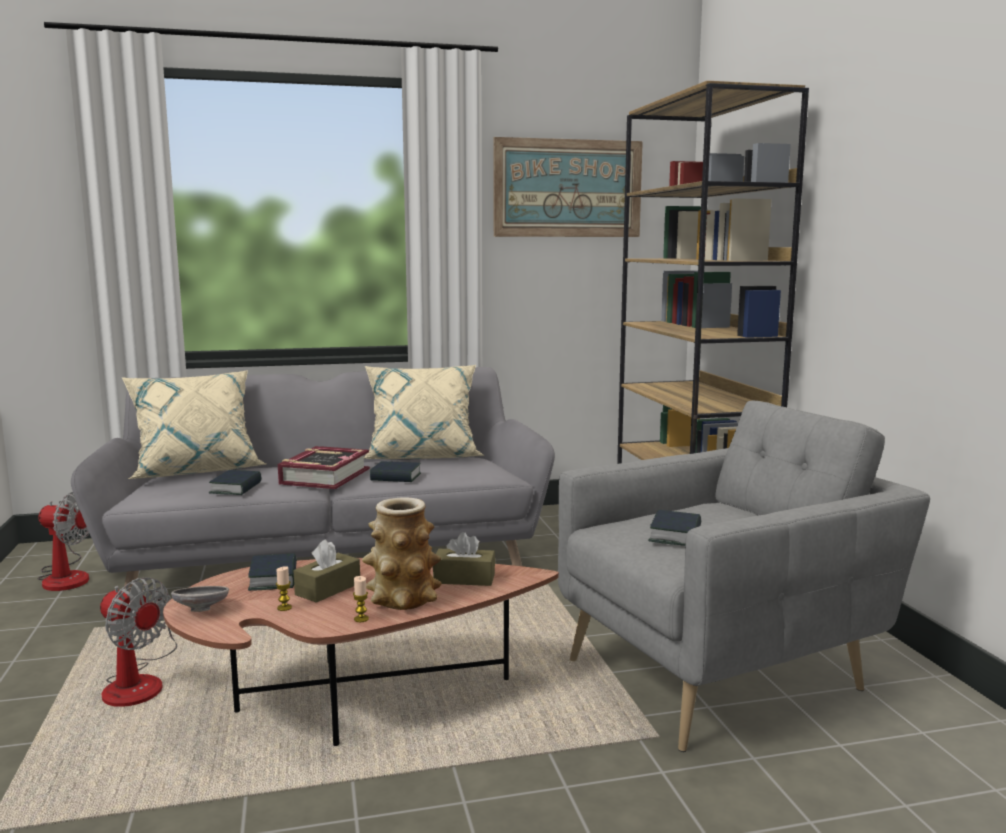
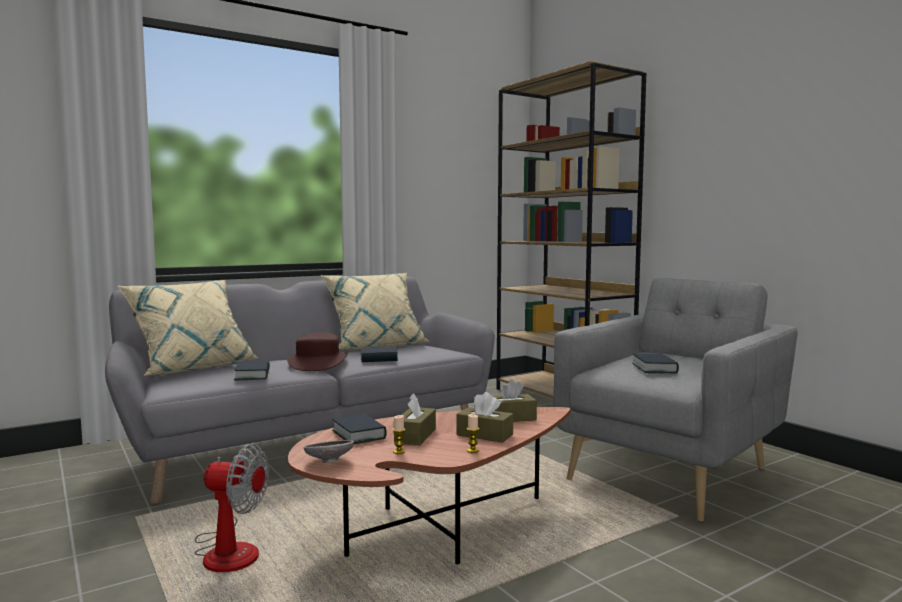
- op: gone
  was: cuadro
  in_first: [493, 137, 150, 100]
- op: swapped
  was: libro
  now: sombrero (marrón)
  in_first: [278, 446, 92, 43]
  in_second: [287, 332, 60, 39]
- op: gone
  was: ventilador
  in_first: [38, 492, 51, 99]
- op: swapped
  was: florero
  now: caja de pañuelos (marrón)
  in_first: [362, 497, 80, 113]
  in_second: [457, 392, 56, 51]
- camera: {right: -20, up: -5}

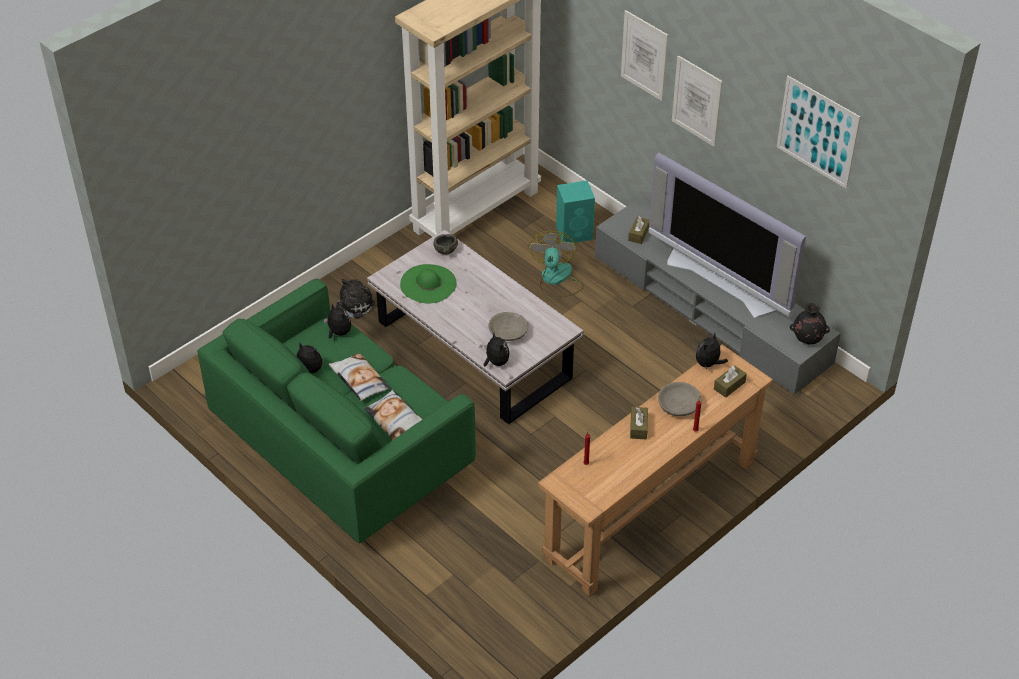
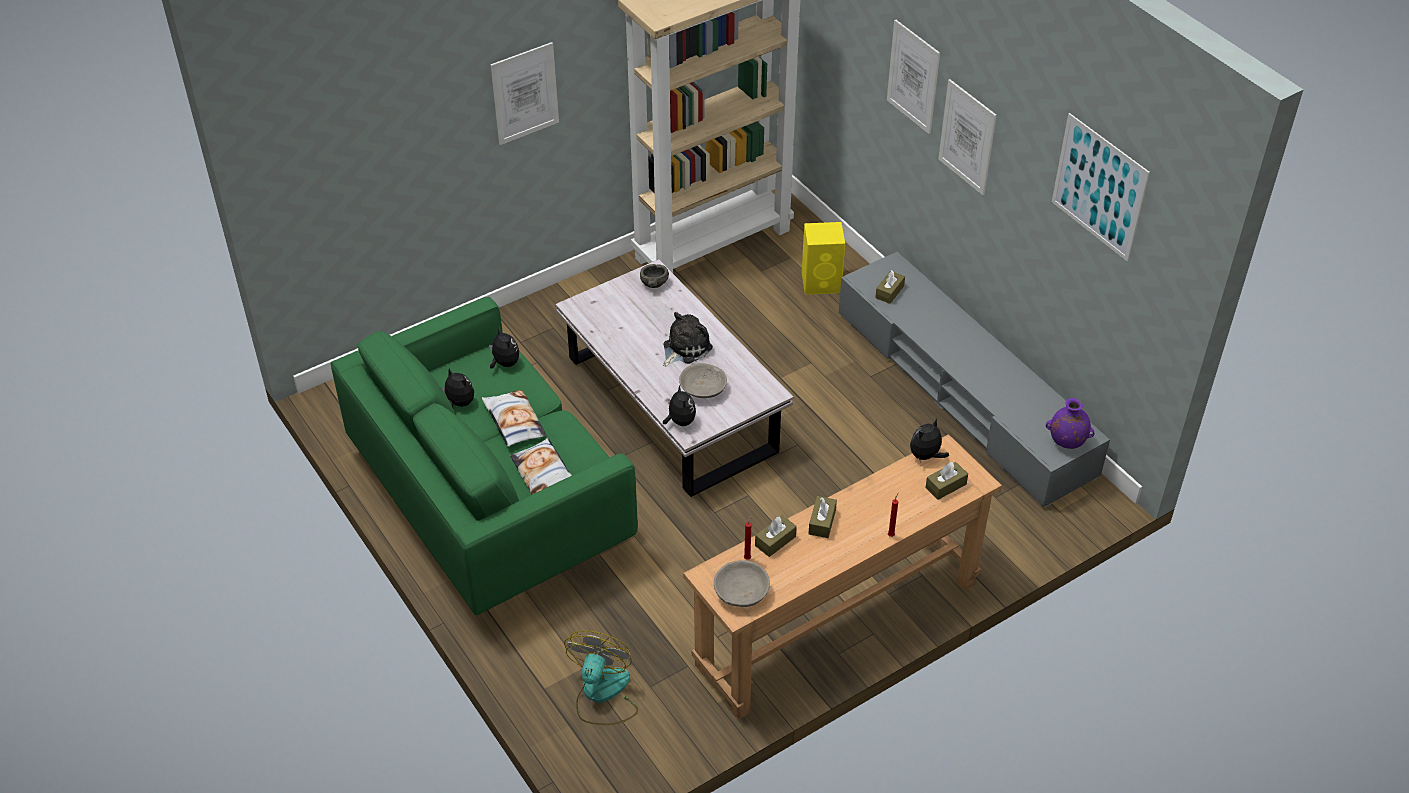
- op: gone
  was: televisor
  in_first: [649, 153, 157, 165]
- op: repainted
  was: altavoz (turquesa)
  now: altavoz (amarillo)
  in_first: [556, 180, 39, 63]
  in_second: [802, 222, 43, 73]
- op: shifted
  was: ventilador
  in_first: [528, 231, 56, 66]
  in_second: [564, 631, 74, 94]
- op: gone
  was: sombrero (verde)
  in_first: [400, 264, 57, 39]
- op: shifted
  was: peluche
  in_first: [336, 279, 39, 39]
  in_second: [663, 312, 50, 55]
- op: repainted
  was: florero (negro)
  now: florero (morado)
  in_first: [790, 303, 40, 41]
  in_second: [1046, 398, 48, 51]
- op: shifted
  was: cuenco (gris)
  in_first: [658, 382, 44, 34]
  in_second: [714, 560, 56, 47]
- op: new
  now: cuadro
  in_second: [491, 42, 68, 103]
- op: new
  now: caja de pañuelos (marrón)
  in_second: [755, 515, 42, 42]
- camera: {right: 10, up: 0}

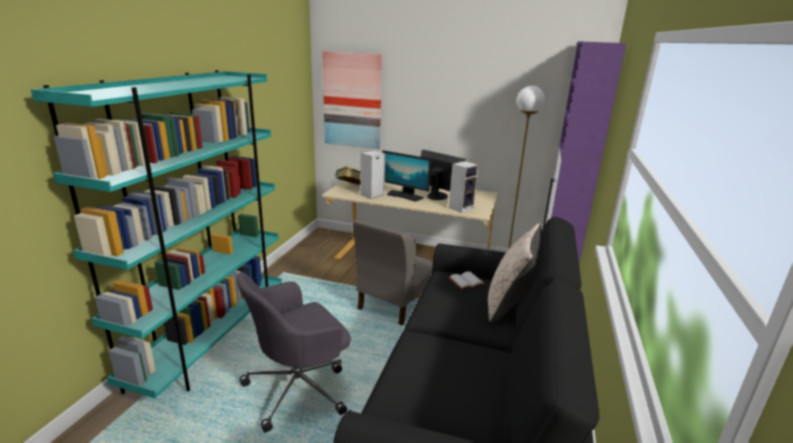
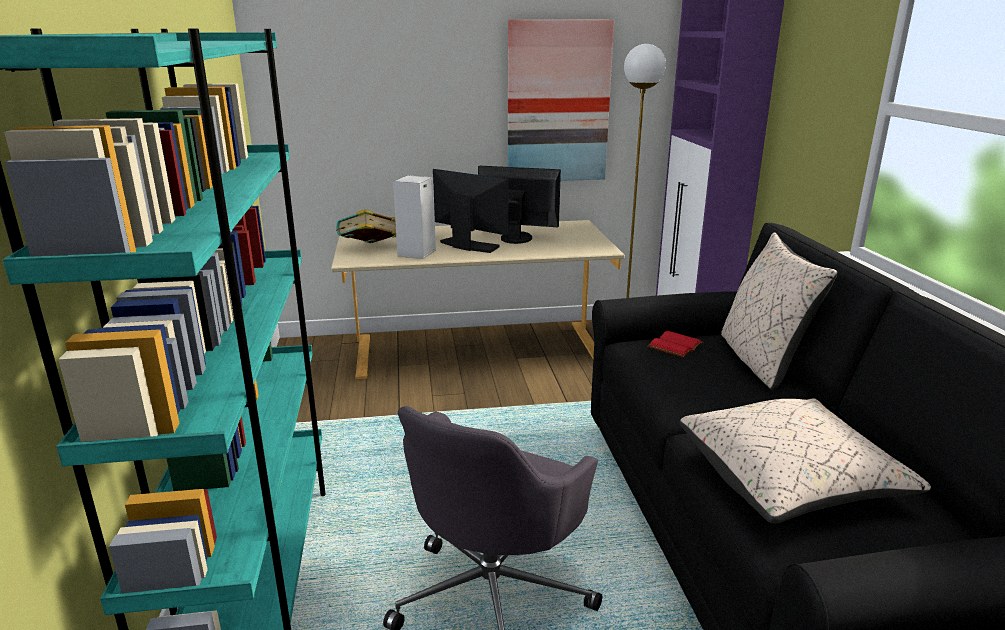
- op: shifted
  was: cuadro
  in_first: [322, 51, 60, 98]
  in_second: [508, 19, 106, 162]
- op: rotated
  was: monitor
  in_first: [382, 150, 49, 52]
  in_second: [433, 169, 75, 84]
  clockwise: -150
- op: gone
  was: altavoz
  in_first: [449, 161, 30, 52]
- op: gone
  was: silla (gris)
  in_first: [353, 219, 80, 106]
- op: repainted
  was: libro (blanco)
  now: libro (rojo)
  in_first: [448, 271, 37, 19]
  in_second: [648, 331, 55, 27]
- op: new
  now: cojín (beis)
  in_second: [680, 398, 251, 126]
- camera: {right: -25, up: 0}

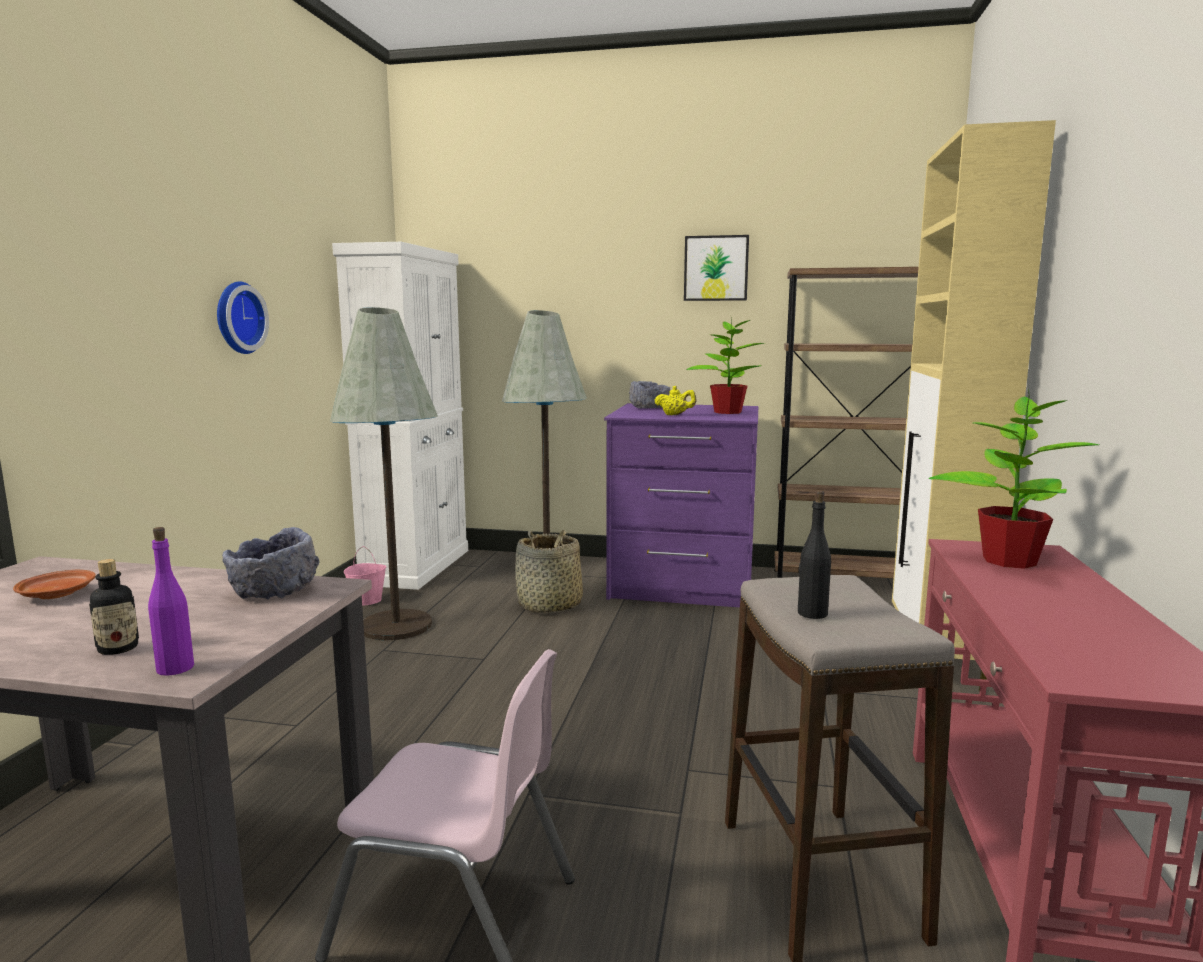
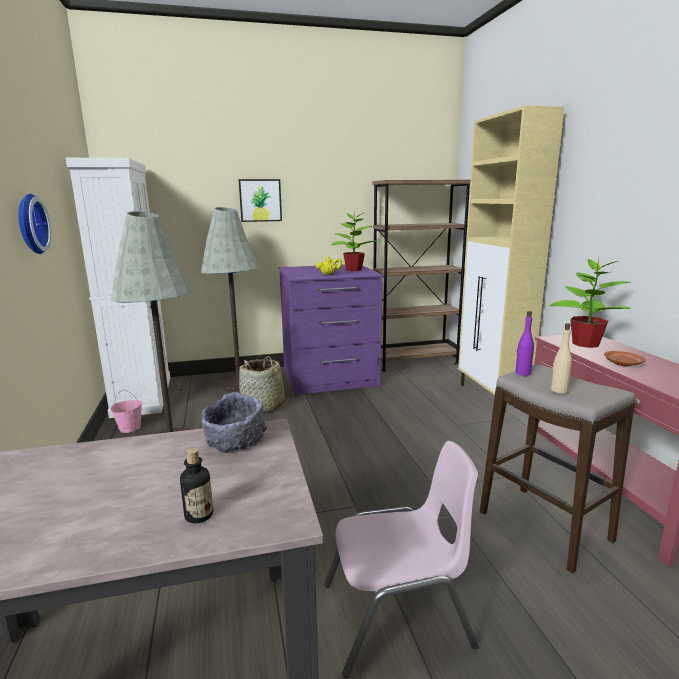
- op: shifted
  was: cuadro
  in_first: [684, 235, 65, 66]
  in_second: [239, 179, 43, 43]
- op: gone
  was: cuenco (gris)
  in_first: [629, 381, 41, 27]
- op: repainted
  was: botella (negro)
  now: botella (beis)
  in_first: [798, 490, 33, 129]
  in_second: [551, 323, 21, 70]
- op: shifted
  was: botella (morado)
  in_first: [148, 527, 46, 149]
  in_second: [515, 311, 19, 65]
- op: shifted
  was: plato (marrón)
  in_first: [13, 570, 83, 29]
  in_second: [604, 351, 42, 15]
- camera: {right: -25, up: 5}

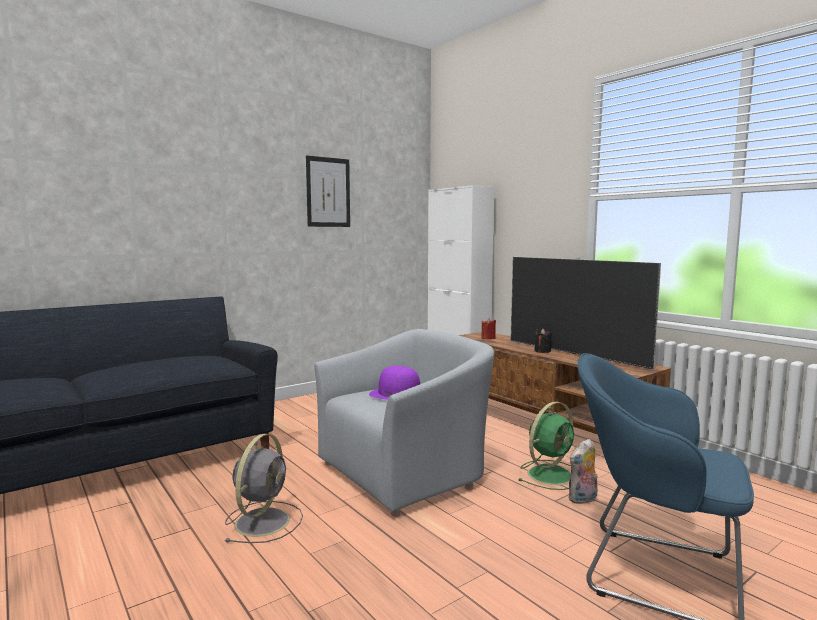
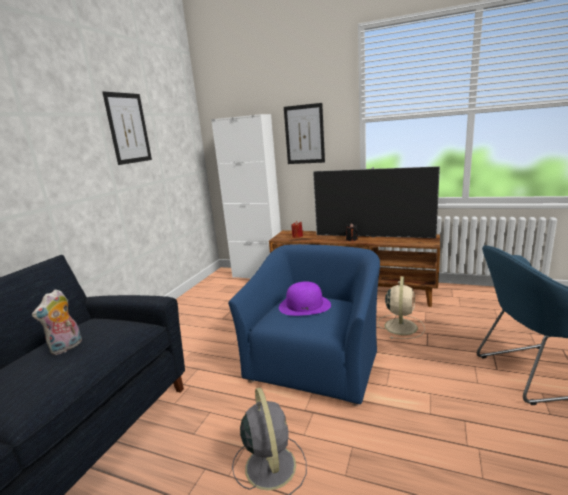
- op: repainted
  was: sillón (gris)
  now: sillón (azul)
  in_first: [314, 329, 180, 188]
  in_second: [228, 244, 152, 163]
- op: repainted
  was: ventilador (verde)
  now: ventilador (beis)
  in_first: [518, 402, 56, 88]
  in_second: [378, 276, 47, 63]
- op: shifted
  was: peluche
  in_first: [569, 439, 29, 66]
  in_second: [32, 289, 50, 66]
- op: new
  now: cuadro
  in_second: [284, 103, 41, 61]
- camera: {right: -30, up: 10}

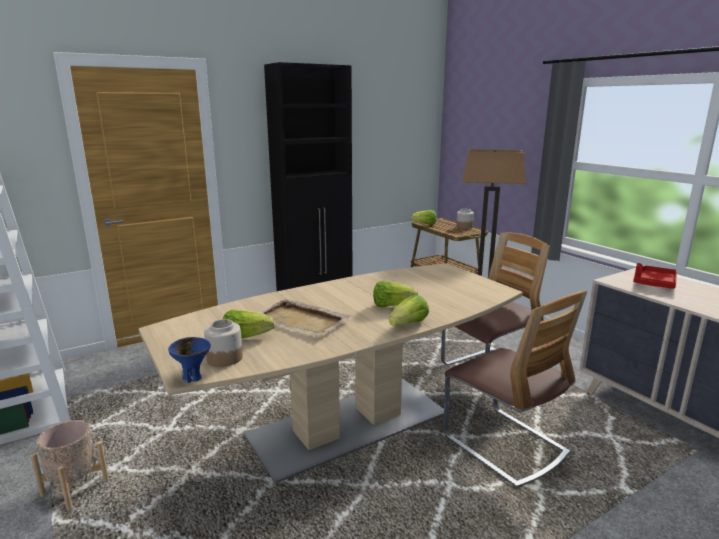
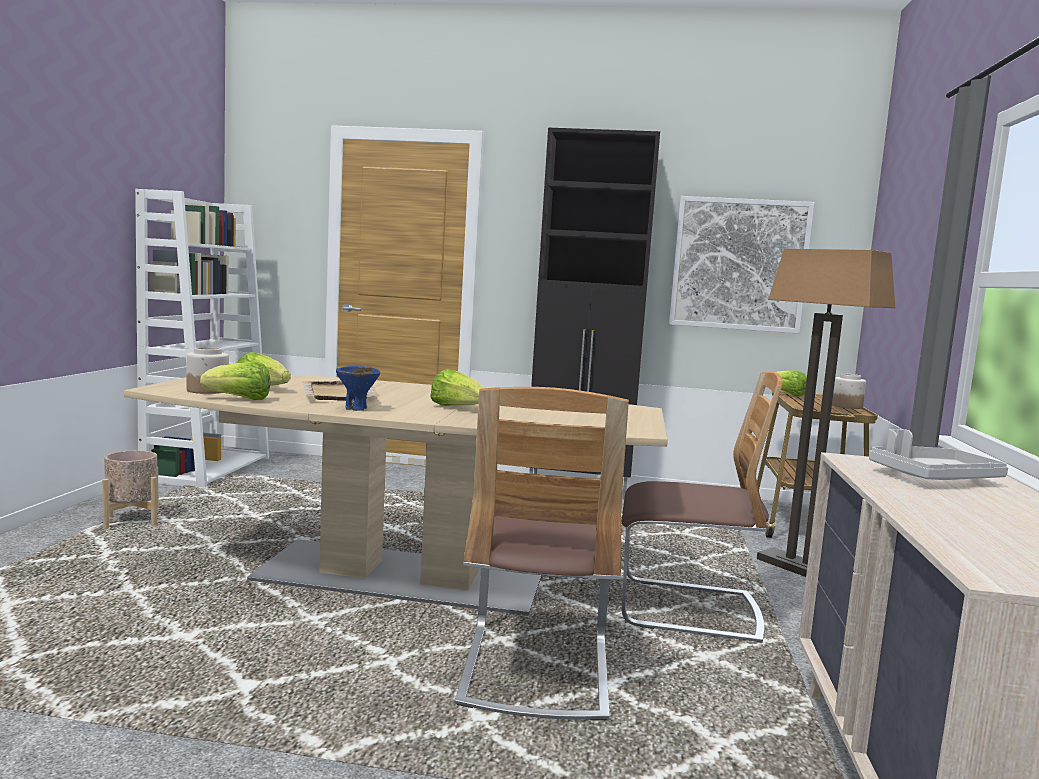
- op: repainted
  was: bandeja (rojo)
  now: bandeja (gris)
  in_first: [633, 263, 44, 26]
  in_second: [869, 429, 139, 51]
- op: shifted
  was: lechuga
  in_first: [389, 295, 40, 31]
  in_second: [200, 361, 70, 39]
- op: shifted
  was: cuenco (azul)
  in_first: [168, 337, 43, 46]
  in_second: [336, 366, 44, 45]
- op: new
  now: cuadro
  in_second: [669, 196, 146, 137]
- camera: {right: 40, up: -10}

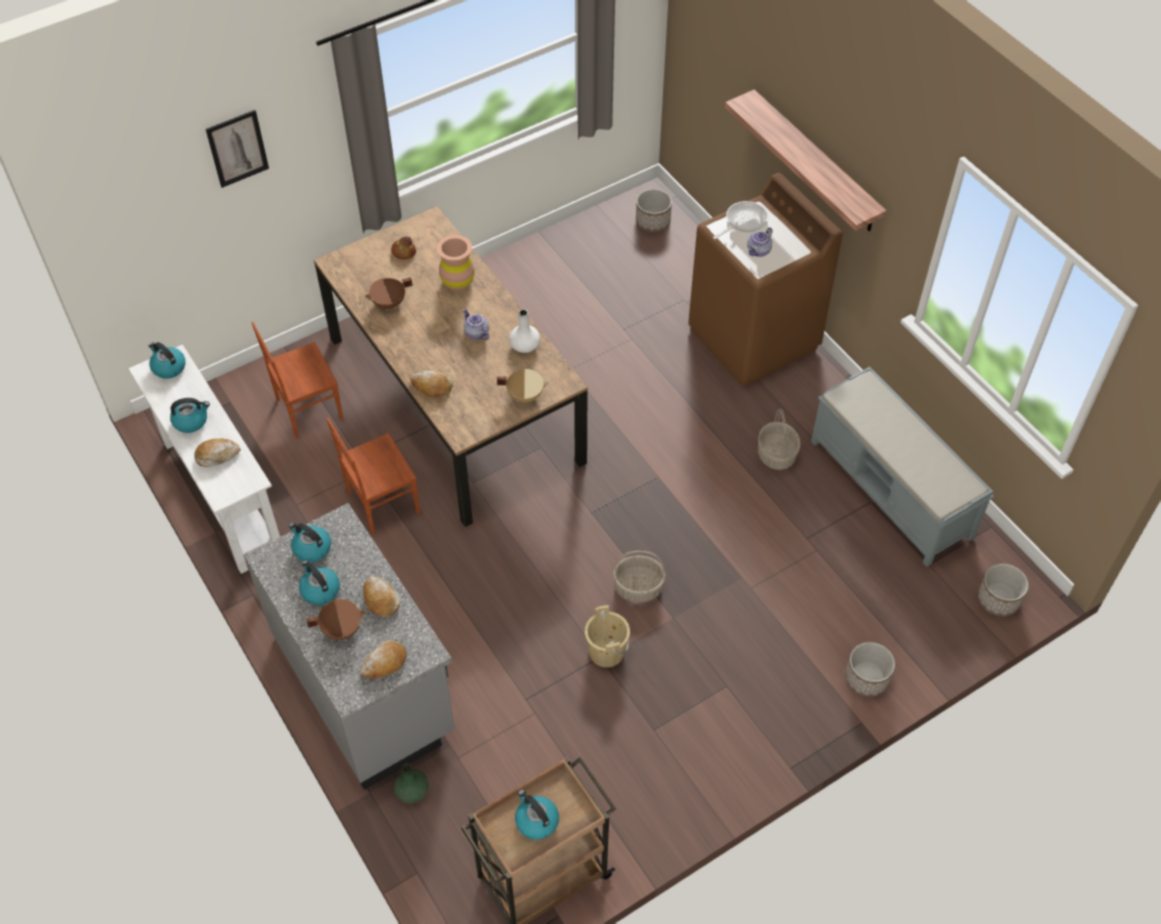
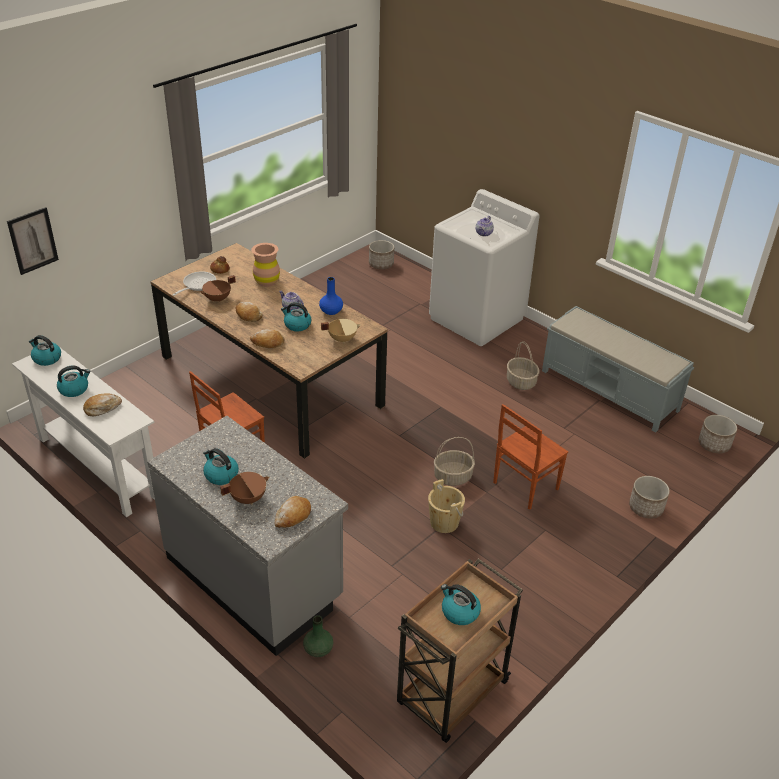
- op: gone
  was: estante
  in_first: [725, 89, 162, 143]
- op: shifted
  was: cuadro
  in_first: [206, 110, 63, 78]
  in_second: [7, 207, 52, 68]
- op: repainted
  was: lavadora (marrón)
  now: lavadora (blanco)
  in_first: [689, 173, 154, 213]
  in_second: [429, 189, 111, 157]
- op: shifted
  was: sartén
  in_first: [713, 201, 56, 38]
  in_second: [172, 271, 44, 25]
- op: repainted
  was: florero (blanco)
  now: florero (azul)
  in_first: [509, 309, 31, 44]
  in_second: [319, 277, 24, 38]
- op: shifted
  was: silla (marrón)
  in_first: [251, 322, 93, 117]
  in_second: [493, 404, 75, 106]
- op: shifted
  was: hervidor
  in_first: [289, 522, 42, 40]
  in_second: [281, 302, 30, 29]
- op: shifted
  was: pan
  in_first: [363, 576, 37, 41]
  in_second: [236, 302, 27, 20]
- camera: {right: -15, up: -15}

